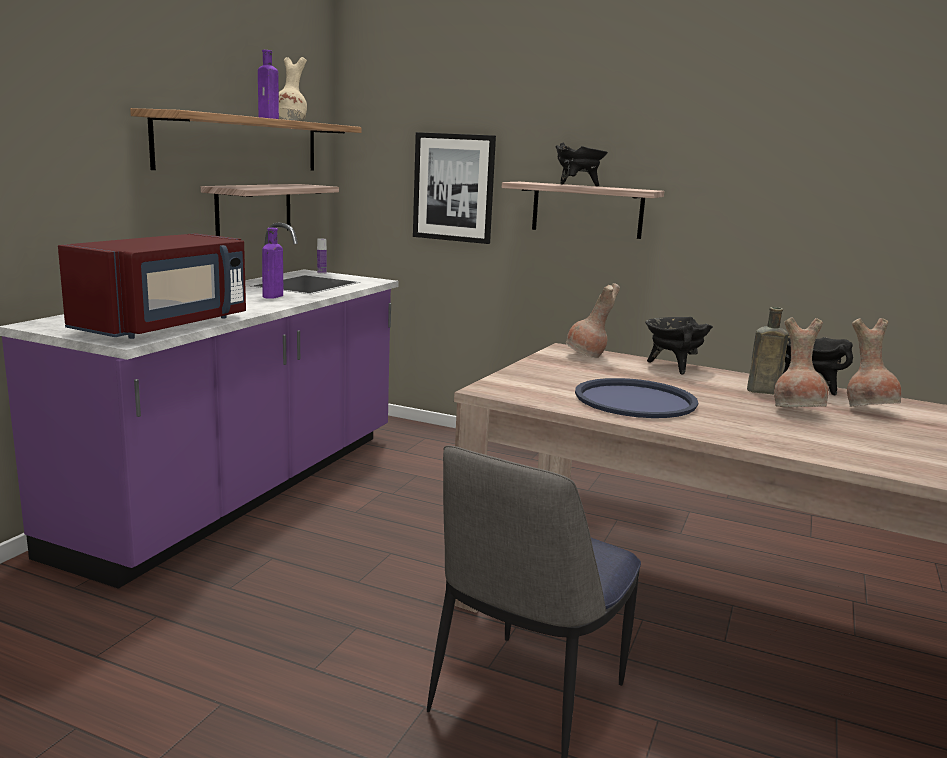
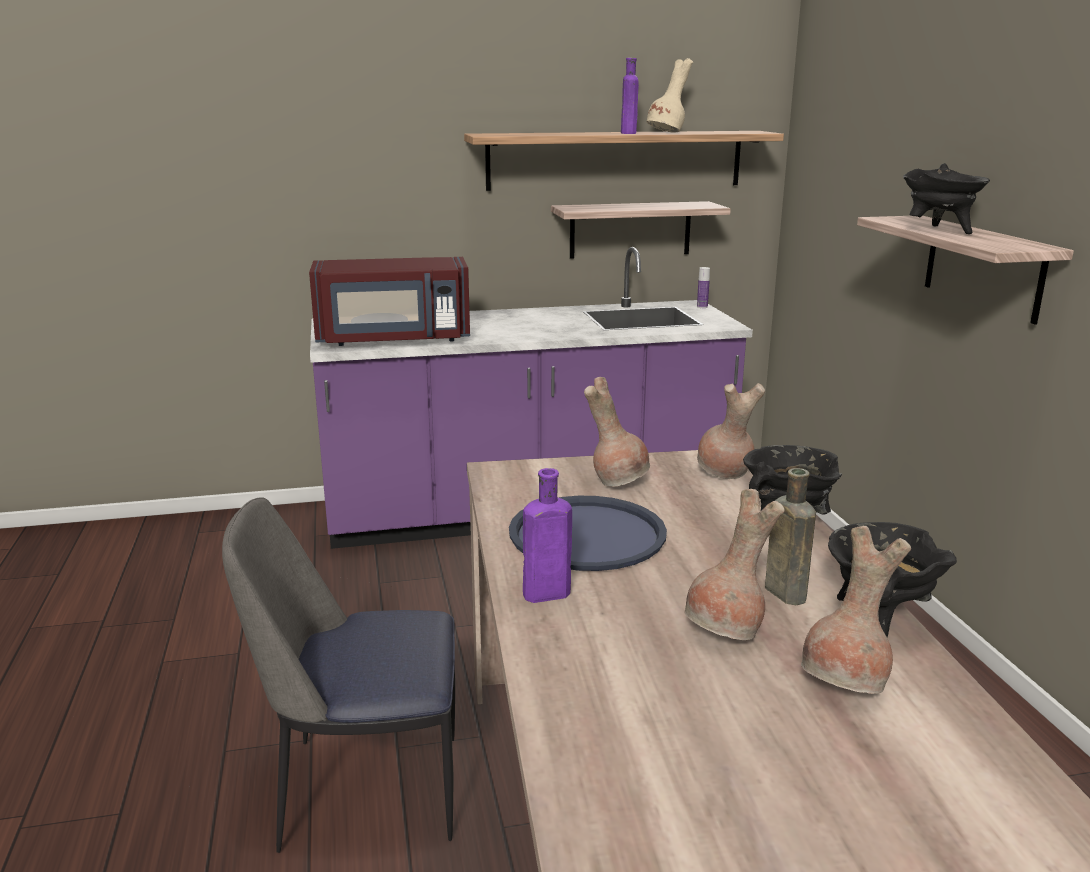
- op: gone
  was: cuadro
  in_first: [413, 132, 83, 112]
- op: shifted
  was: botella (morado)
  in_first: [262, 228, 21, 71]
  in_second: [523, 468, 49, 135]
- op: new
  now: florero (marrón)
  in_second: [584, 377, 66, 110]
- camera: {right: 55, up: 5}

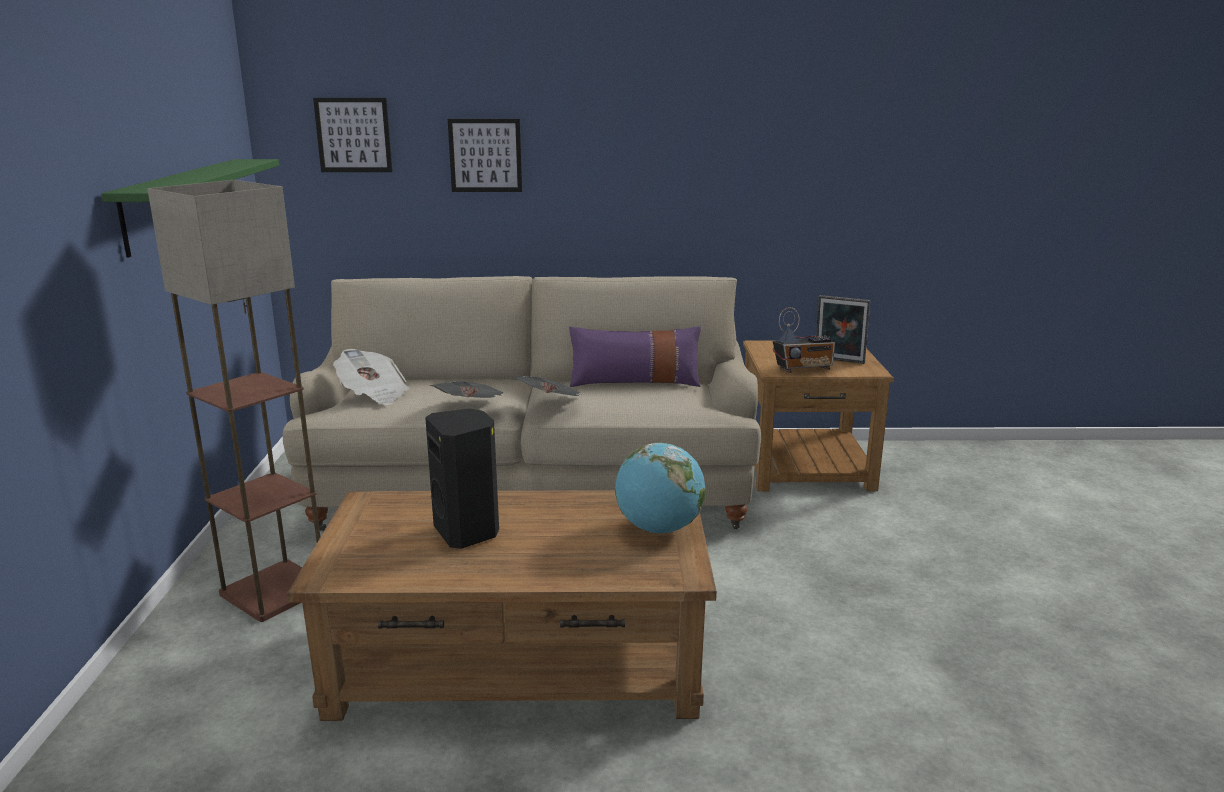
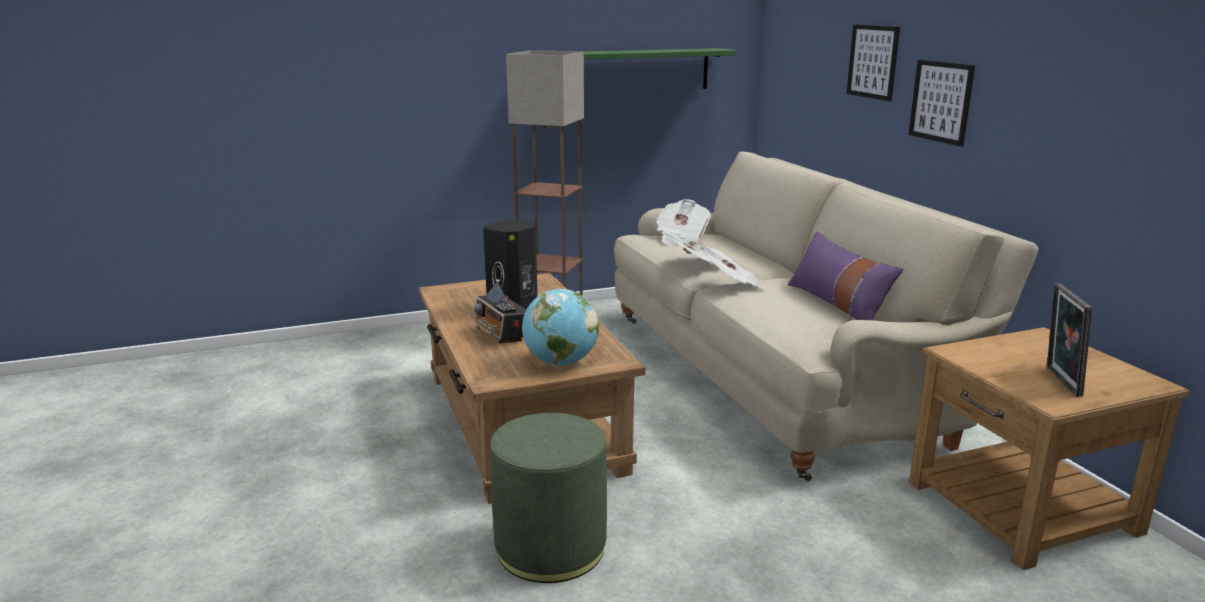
- op: shifted
  was: cuadro
  in_first: [313, 98, 80, 74]
  in_second: [909, 60, 66, 87]
- op: shifted
  was: radio
  in_first: [773, 307, 62, 66]
  in_second: [474, 262, 52, 81]
- op: new
  now: puf (verde)
  in_second: [490, 413, 117, 170]
- camera: {right: 70, up: 0}

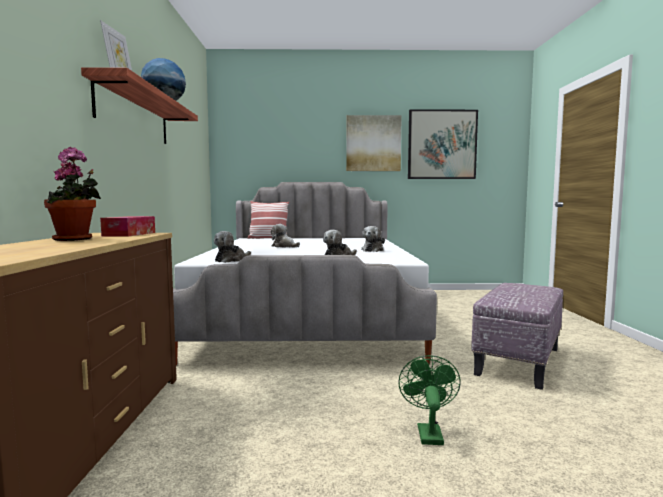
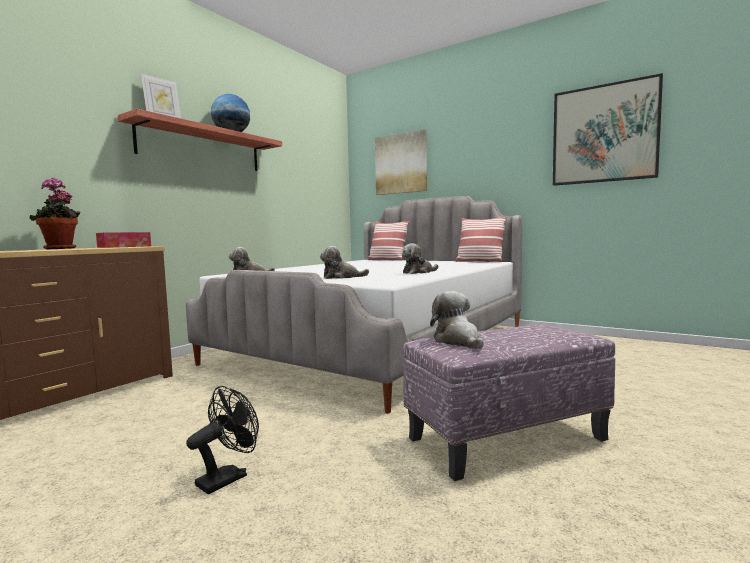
- op: shifted
  was: cuadro
  in_first: [346, 115, 56, 56]
  in_second: [375, 129, 52, 66]
- op: shifted
  was: peluche
  in_first: [271, 224, 29, 24]
  in_second: [430, 291, 53, 58]
- op: repainted
  was: ventilador (verde)
  now: ventilador (negro)
  in_first: [398, 355, 63, 90]
  in_second: [186, 386, 73, 108]
- op: new
  now: cojín
  in_second: [455, 217, 52, 45]
- camera: {right: 35, up: 0}

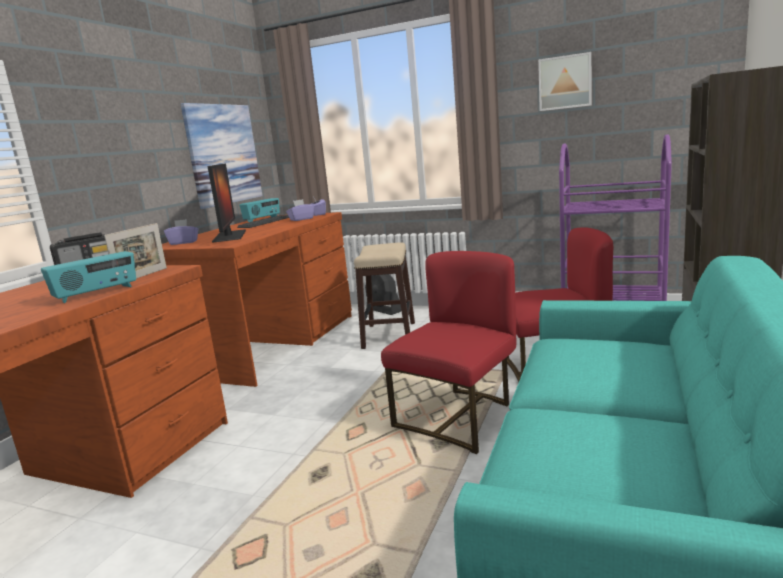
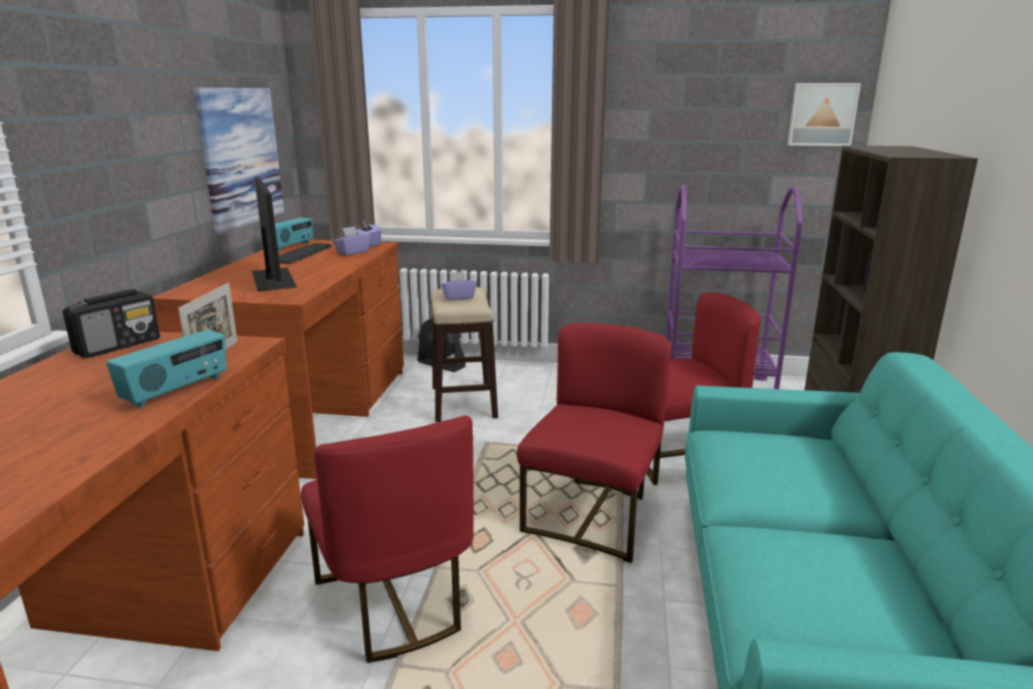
- op: shifted
  was: cuadro
  in_first: [538, 52, 53, 59]
  in_second: [787, 83, 74, 63]
- op: shifted
  was: caja de pañuelos (morado)
  in_first: [164, 219, 34, 26]
  in_second: [440, 271, 37, 29]
- op: new
  now: silla (rojo)
  in_second: [301, 415, 173, 248]
- camera: {right: -15, up: 5}

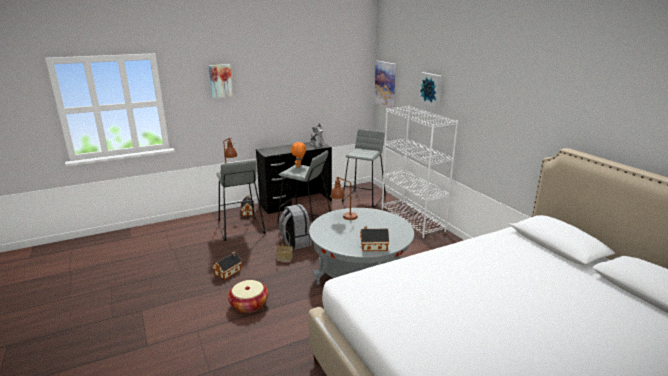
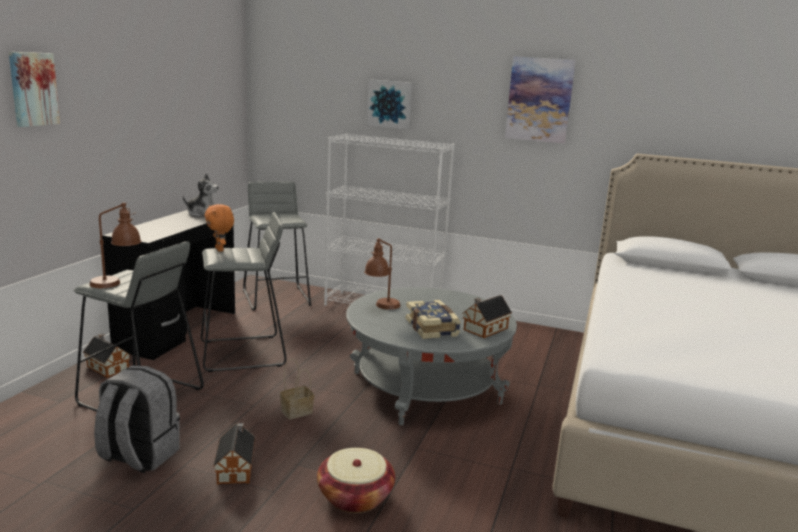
- op: shifted
  was: cuadro
  in_first: [374, 61, 22, 48]
  in_second: [505, 57, 71, 87]
- op: shifted
  was: mochila (gris)
  in_first: [279, 204, 33, 46]
  in_second: [94, 365, 86, 108]
- op: new
  now: libro
  in_second: [406, 300, 55, 39]
- camera: {right: -45, up: -5}

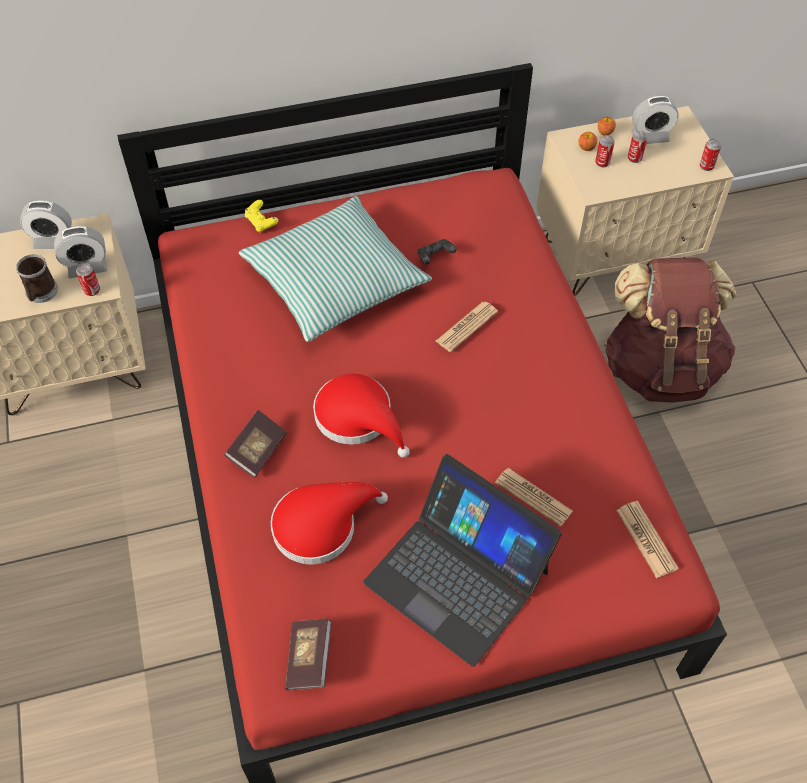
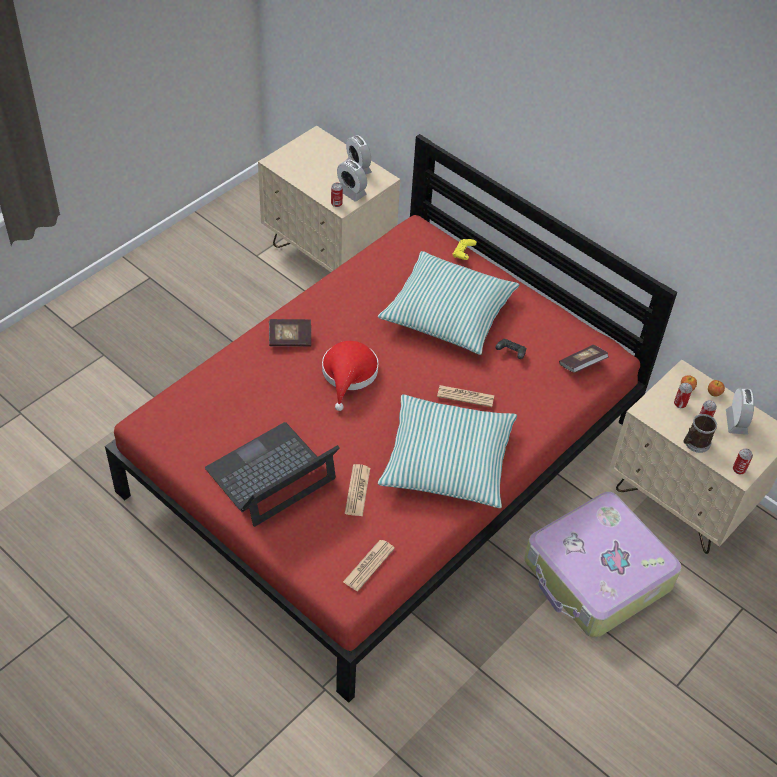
- op: rotated
  was: despertador
  in_first: [631, 96, 48, 48]
  in_second: [726, 388, 28, 47]
  clockwise: -135
- op: shifted
  was: taza grande
  in_first: [16, 254, 42, 49]
  in_second: [683, 414, 34, 39]
- op: swapped
  was: mochila (marrón)
  now: maleta
  in_first: [604, 257, 132, 146]
  in_second: [524, 491, 158, 147]
- op: rotated
  was: portátil
  in_first: [363, 454, 199, 213]
  in_second: [205, 422, 135, 105]
  clockwise: 45
- op: gone
  was: sombrero (rojo)
  in_first: [271, 482, 117, 83]
- op: shifted
  was: libro
  in_first: [285, 618, 47, 72]
  in_second: [559, 345, 50, 28]
- op: new
  now: cojín
  in_second: [378, 395, 139, 113]
- camera: {right: 55, up: -5}

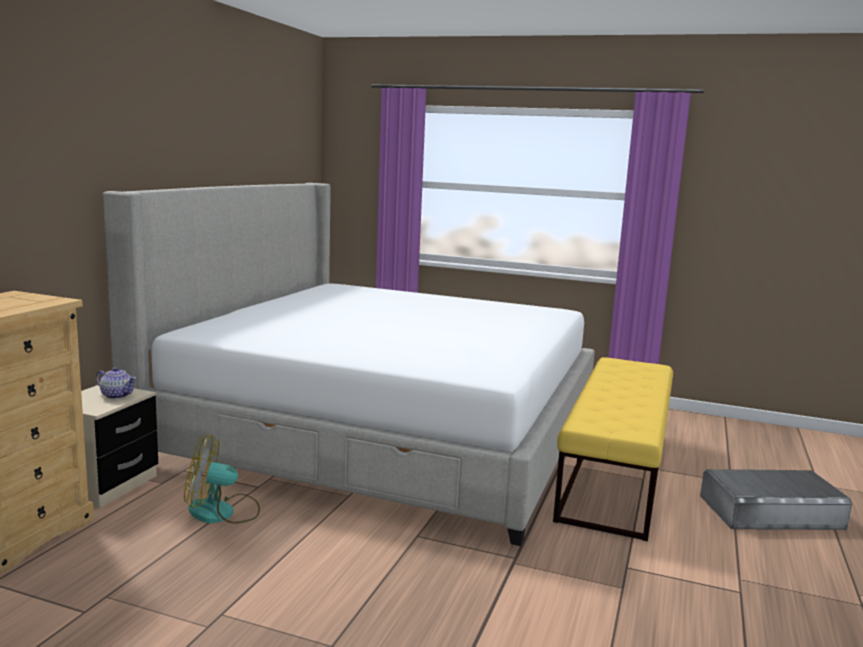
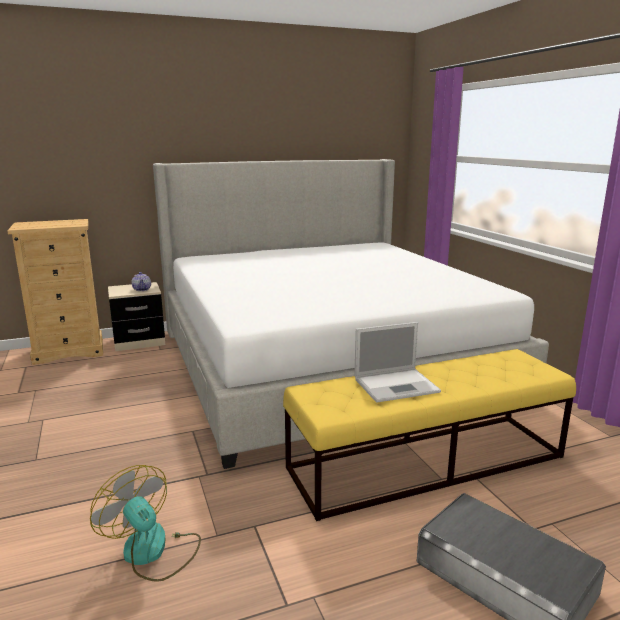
- op: shifted
  was: ventilador
  in_first: [184, 435, 76, 89]
  in_second: [90, 465, 111, 117]
- op: new
  now: portátil
  in_second: [354, 322, 87, 81]
- camera: {right: 50, up: 5}

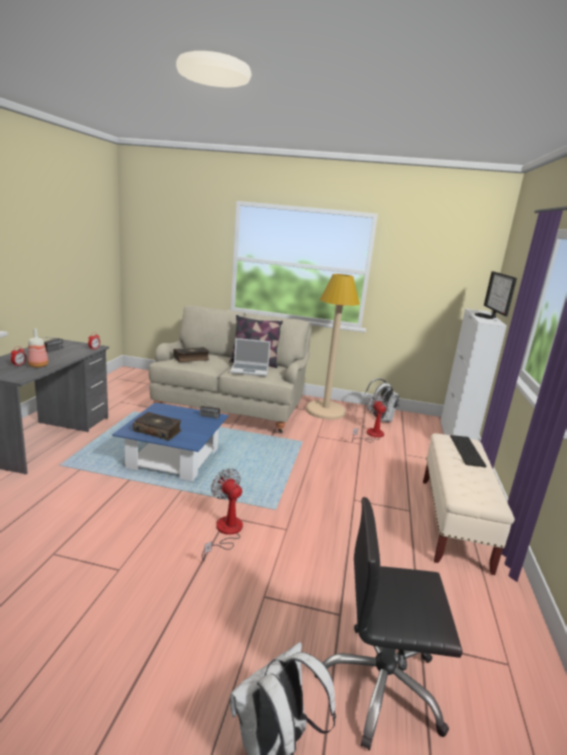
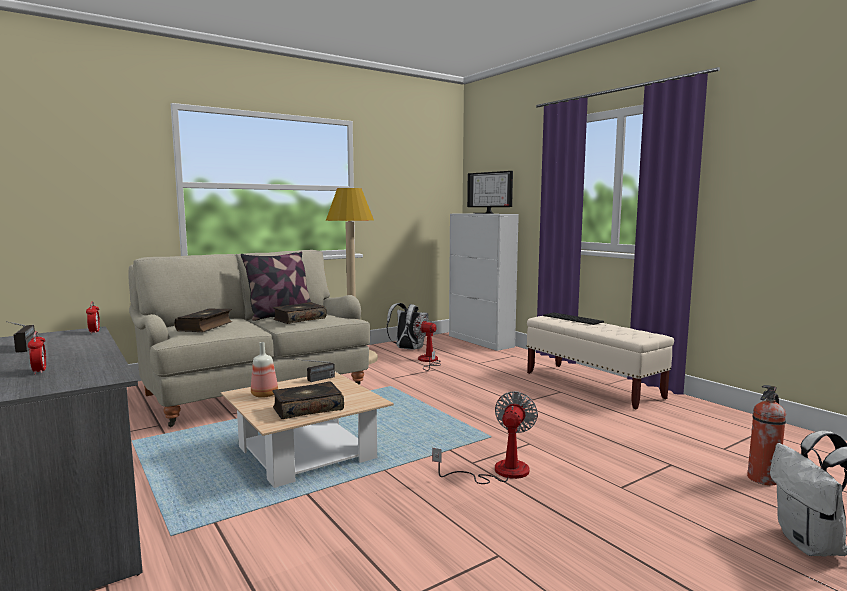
- op: shifted
  was: botella
  in_first: [27, 328, 22, 40]
  in_second: [251, 342, 27, 56]
- op: swapped
  was: portátil
  now: libro
  in_first: [230, 338, 41, 38]
  in_second: [273, 302, 54, 22]
- op: repainted
  was: mesa de centro (azul)
  now: mesa de centro (beis)
  in_first: [112, 402, 117, 79]
  in_second: [221, 372, 173, 116]
- op: rotated
  was: ventilador
  in_first: [202, 468, 41, 93]
  in_second: [432, 391, 106, 93]
  clockwise: 105
- op: swapped
  was: silla de oficina (negro)
  now: extintor
  in_first: [314, 497, 149, 254]
  in_second: [747, 385, 39, 100]
- camera: {right: -45, up: -10}

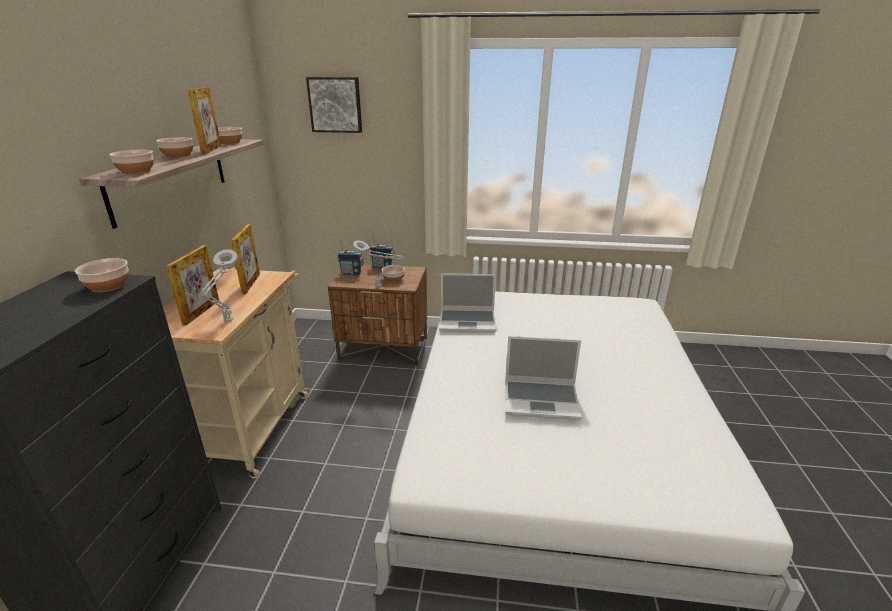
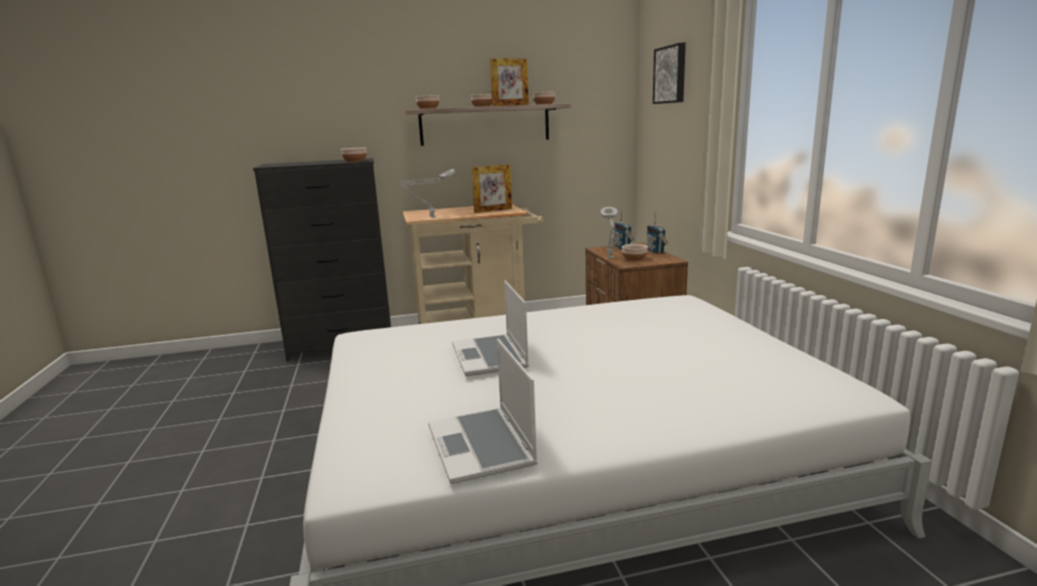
- op: gone
  was: portarretratos
  in_first: [166, 245, 53, 81]
- op: shifted
  was: portátil
  in_first: [439, 273, 57, 60]
  in_second: [428, 339, 110, 145]
- camera: {right: 70, up: -10}

